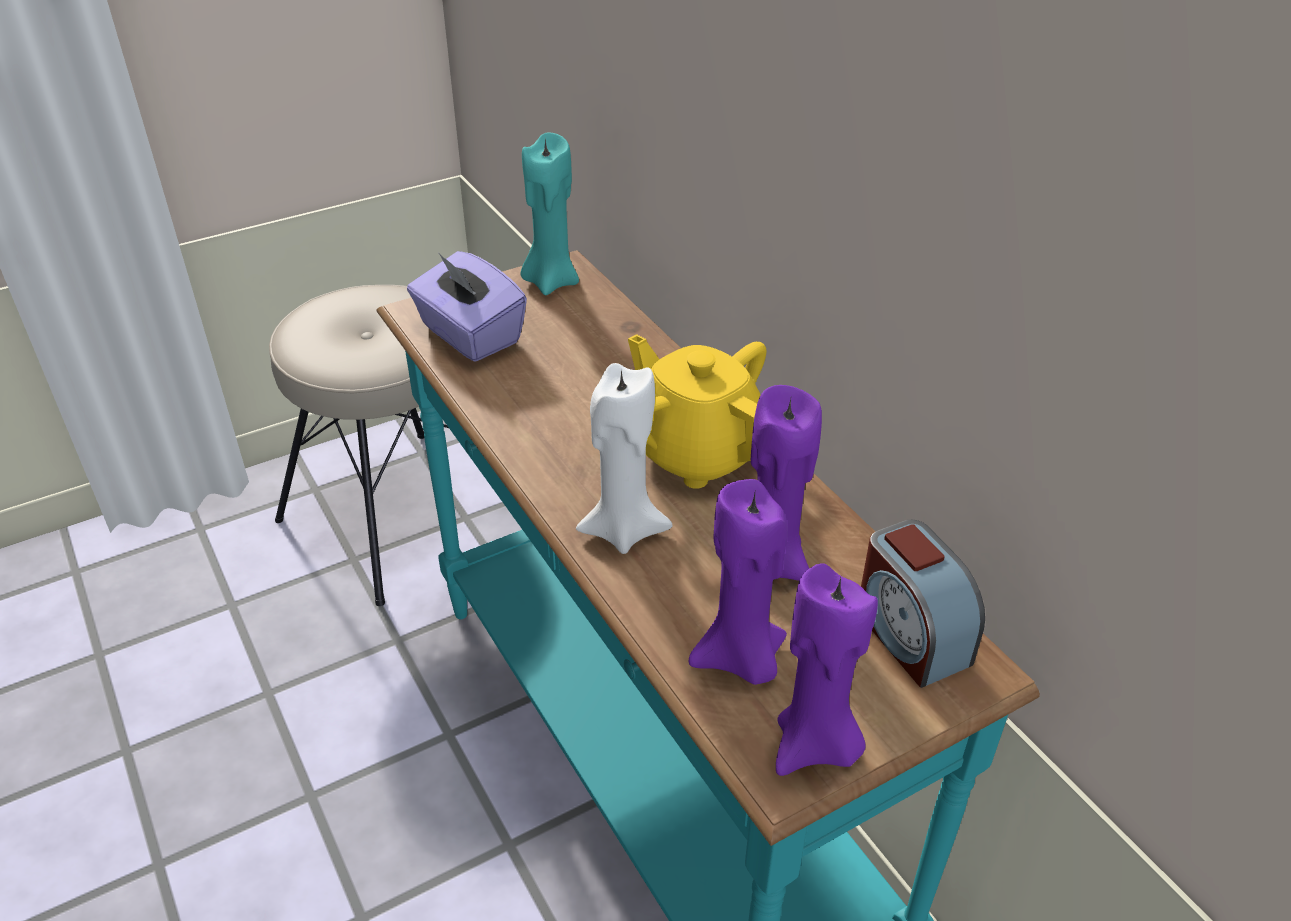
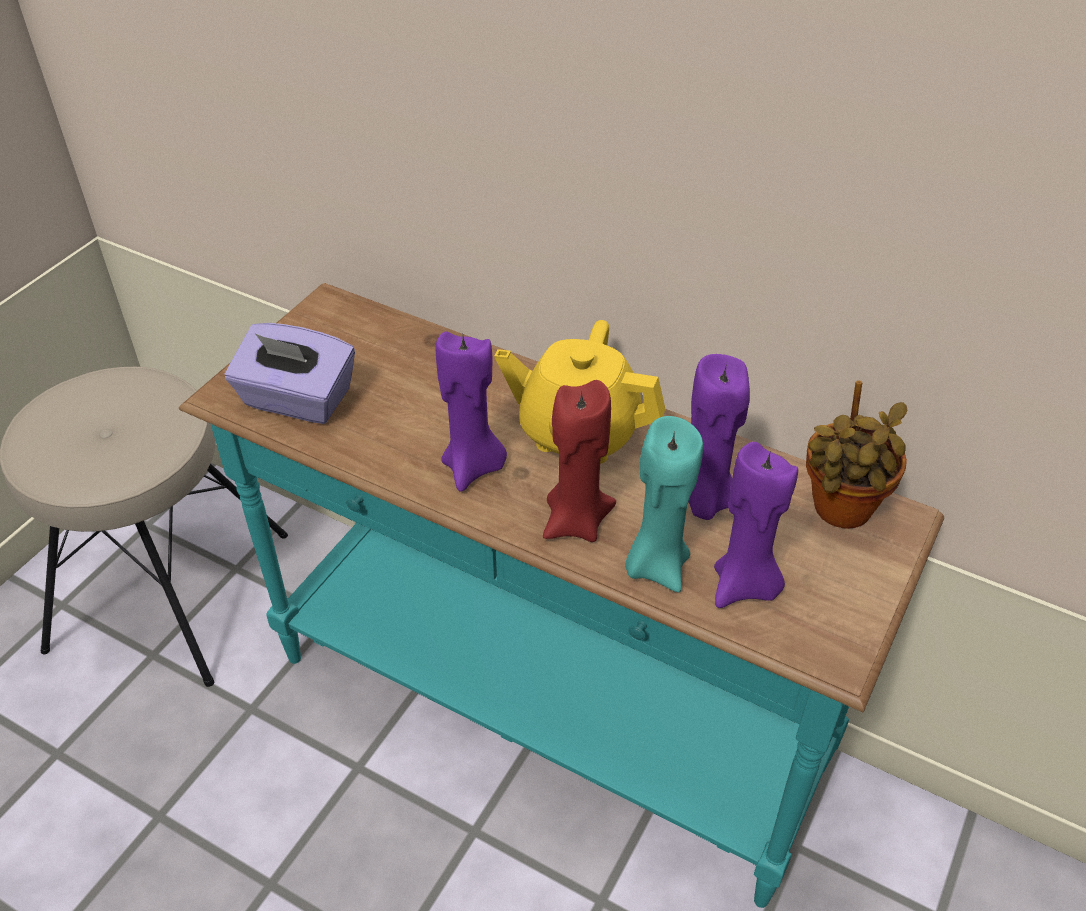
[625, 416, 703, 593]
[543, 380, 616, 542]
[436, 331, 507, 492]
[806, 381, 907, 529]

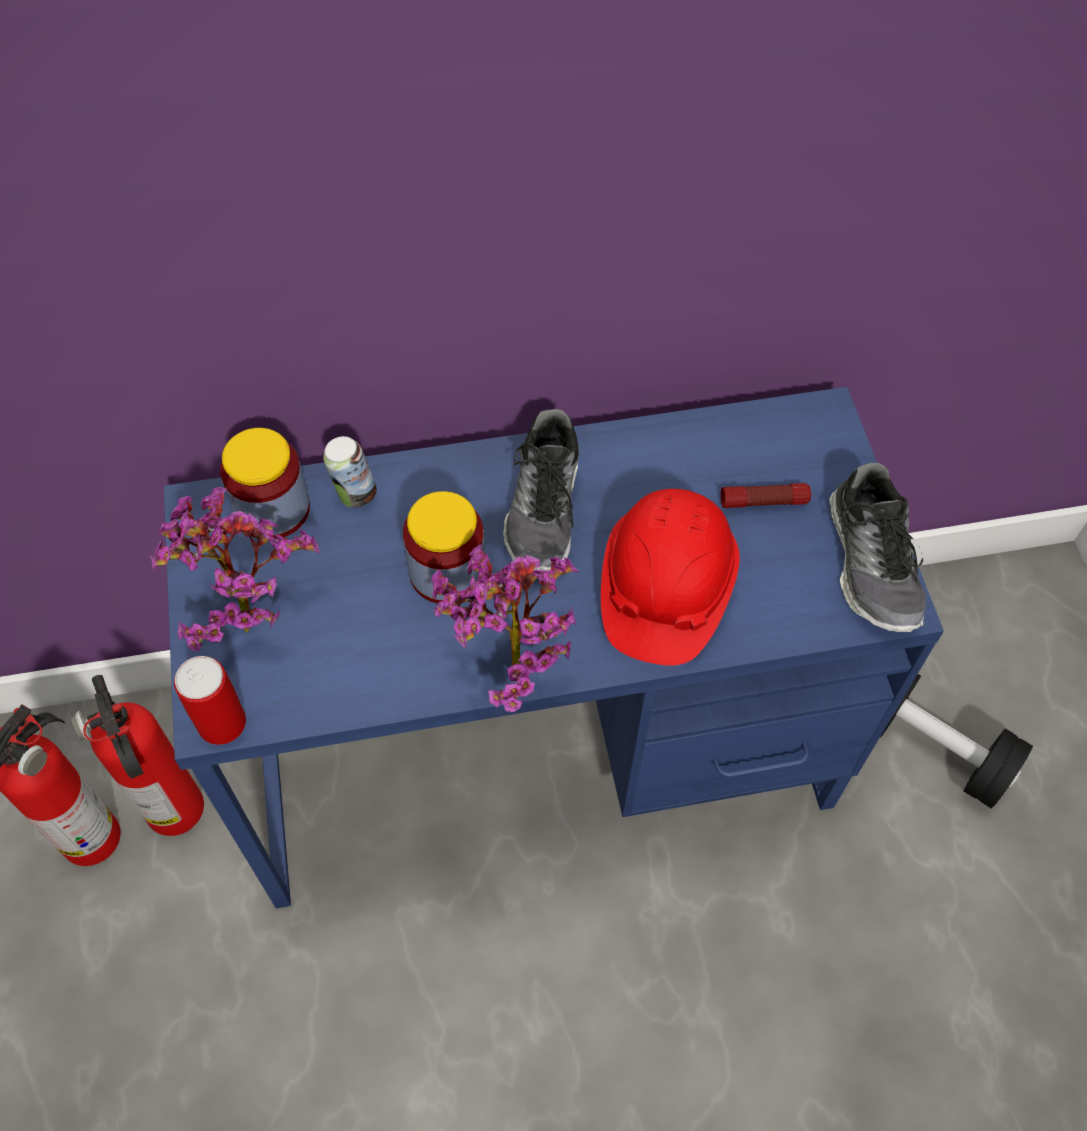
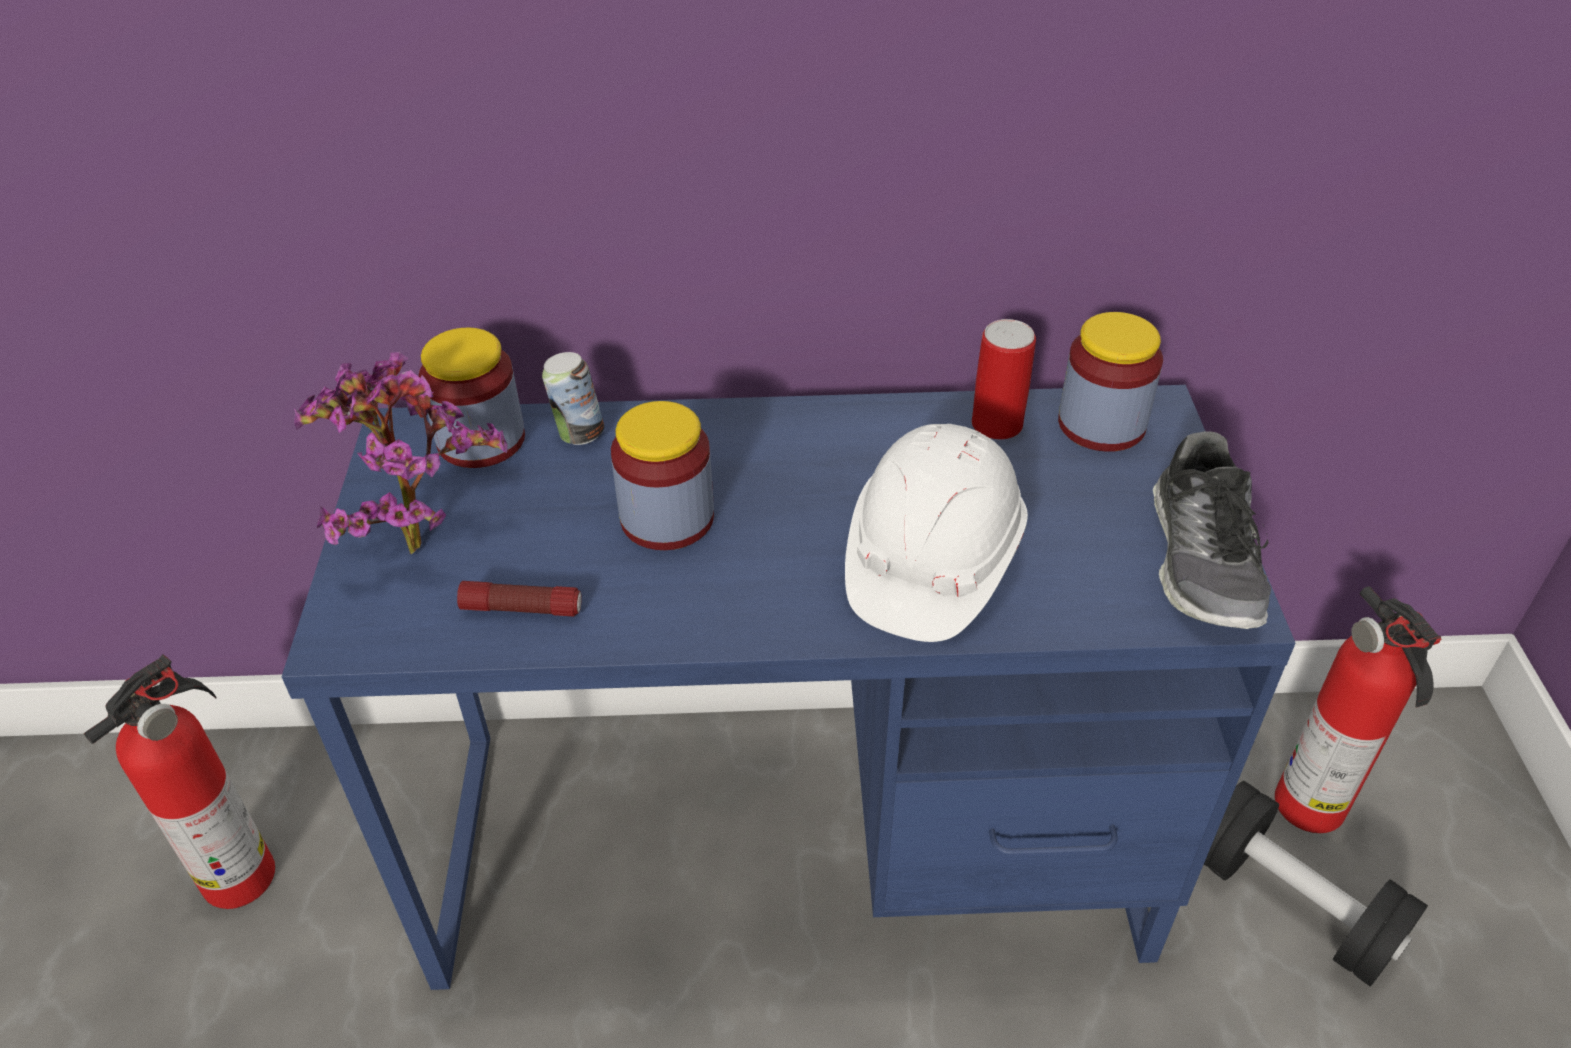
[1275, 586, 1441, 833]
[972, 319, 1036, 440]
[431, 544, 579, 712] (first image)
[503, 409, 579, 571] (first image)
[845, 424, 1028, 642]
[457, 581, 582, 617]
[1058, 312, 1163, 452]

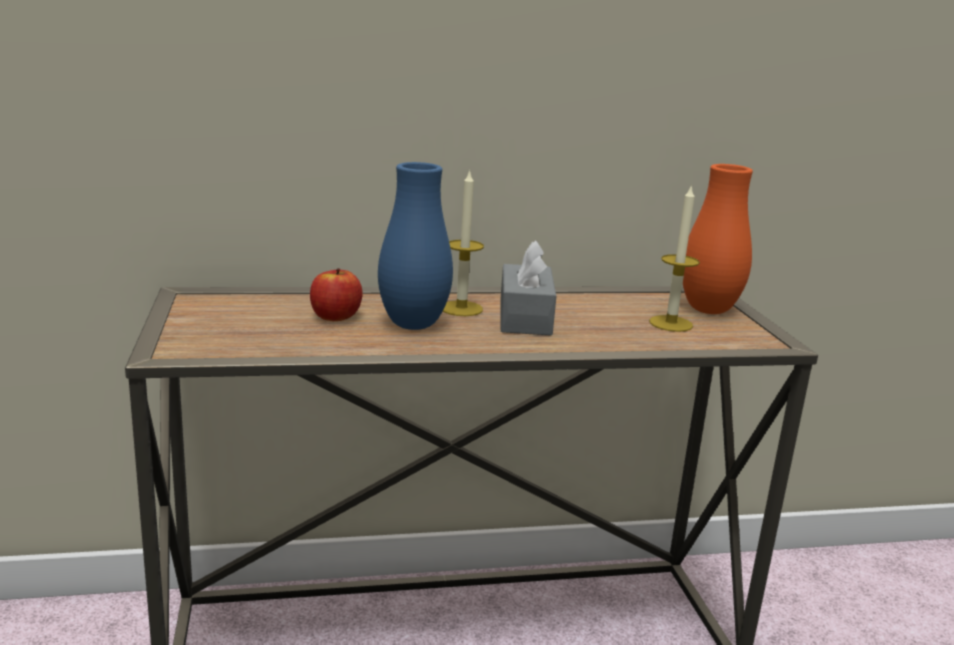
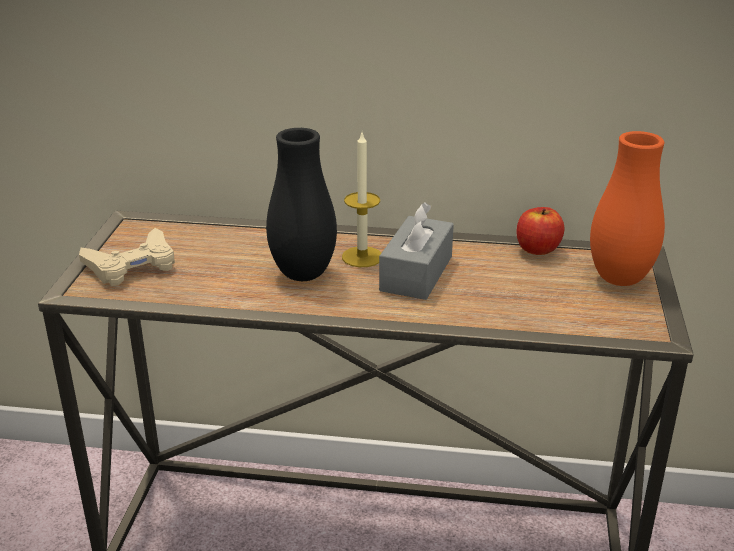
[517, 207, 564, 255]
[266, 128, 337, 281]
[649, 184, 700, 332] (first image)
[79, 228, 175, 286]

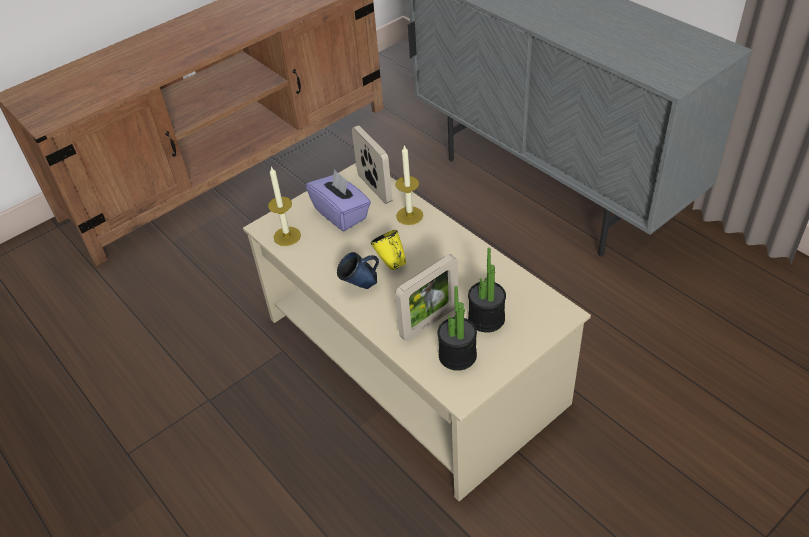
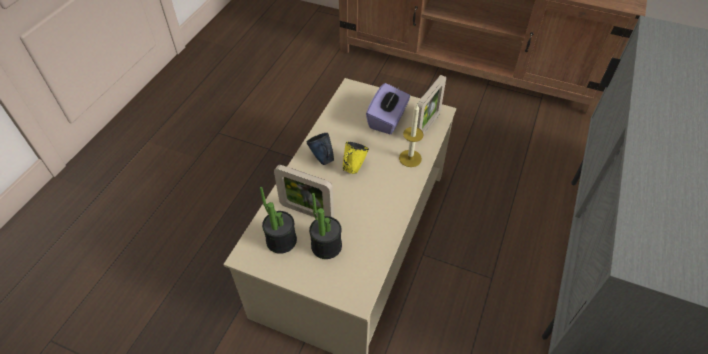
[268, 166, 301, 246] (first image)

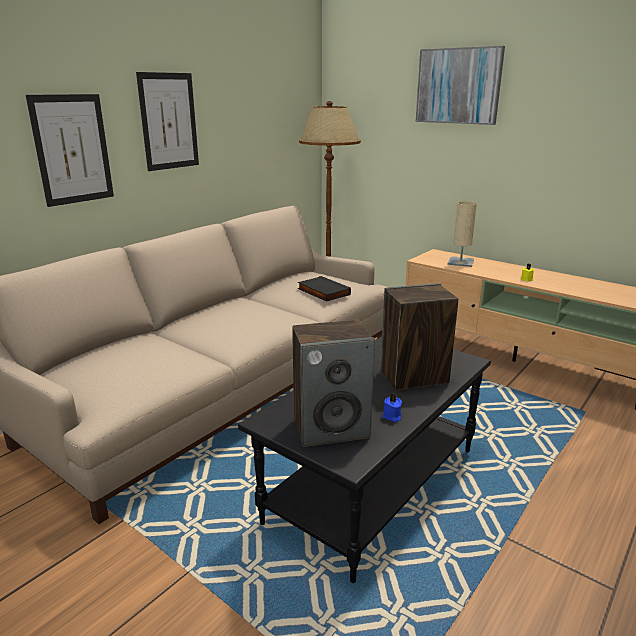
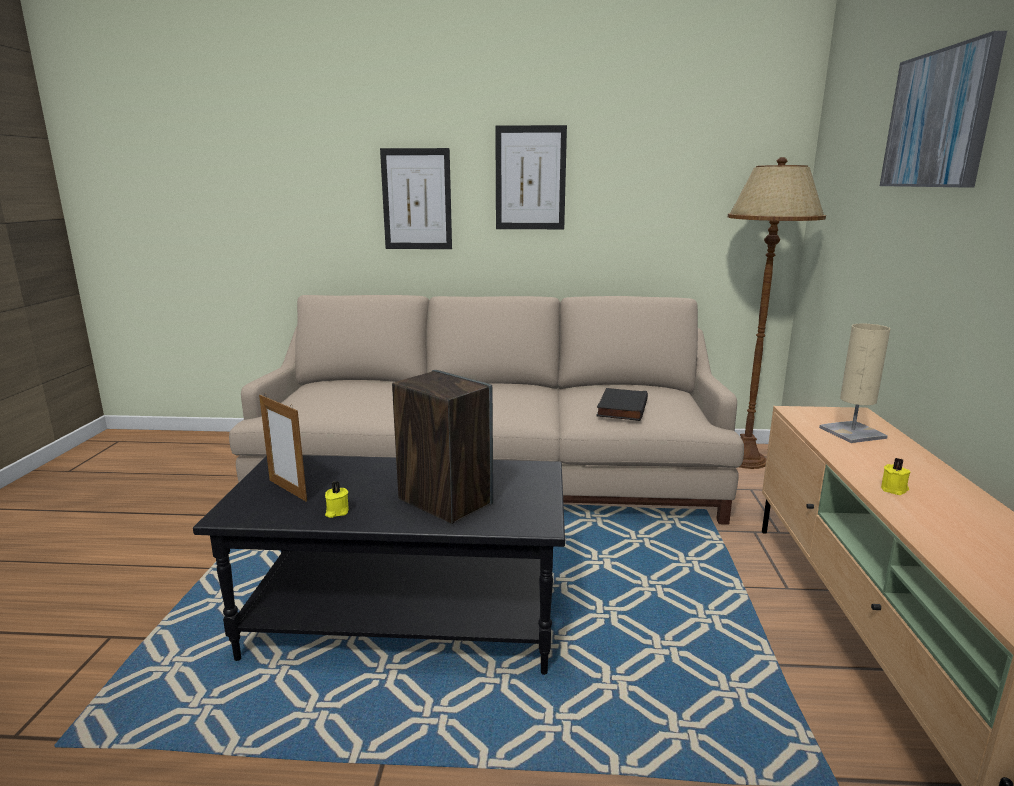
[259, 394, 307, 502]
[325, 481, 349, 518]

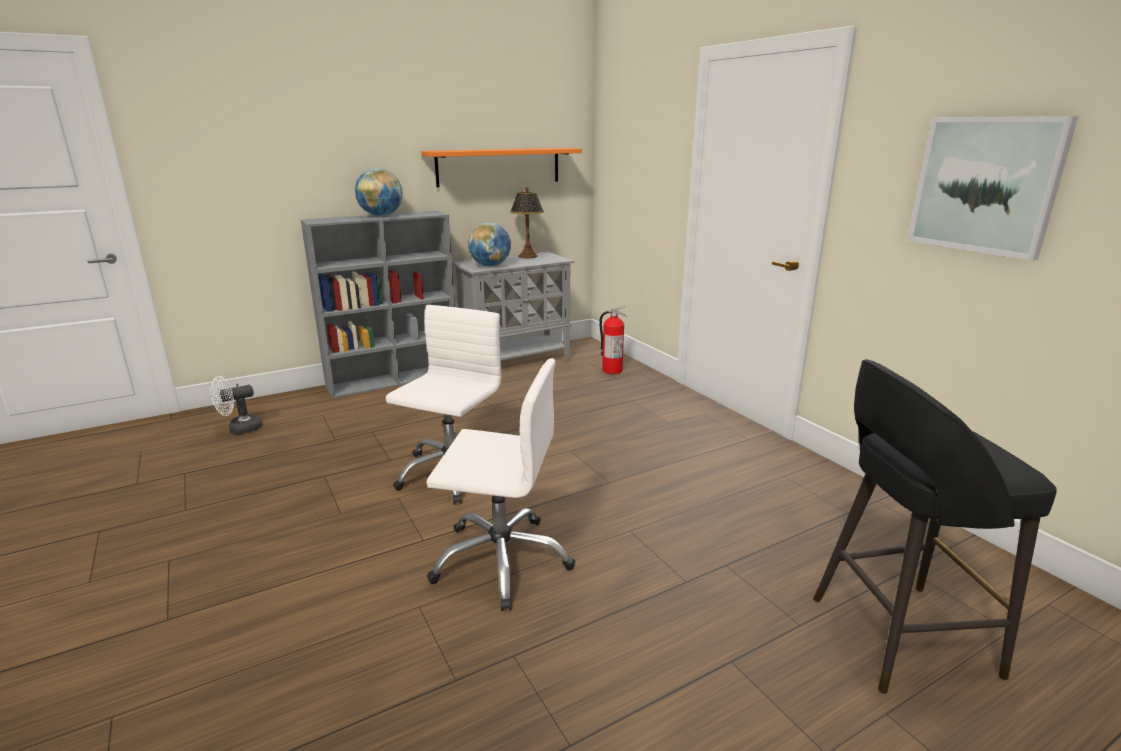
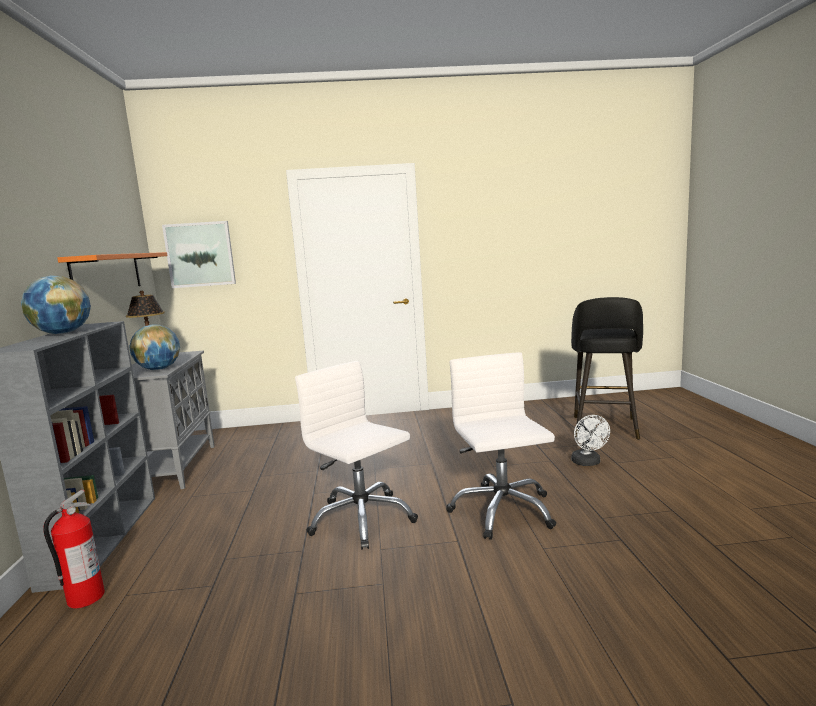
[571, 415, 610, 466]
[446, 352, 556, 540]
[43, 490, 105, 609]
[162, 221, 236, 288]

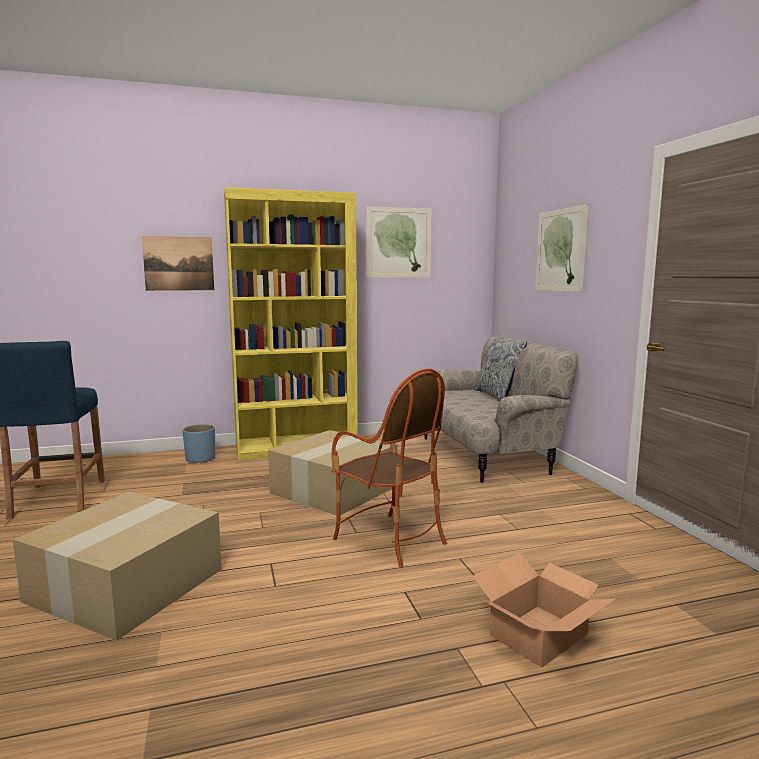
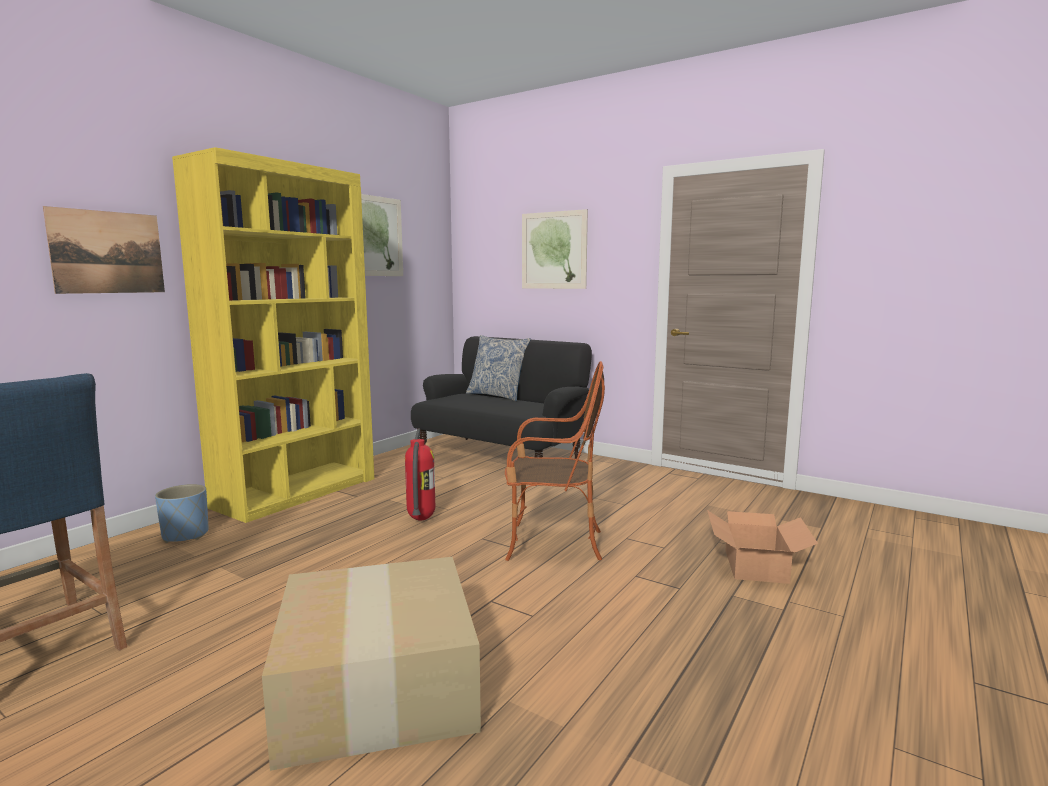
[405, 428, 435, 520]
[411, 336, 592, 459]

